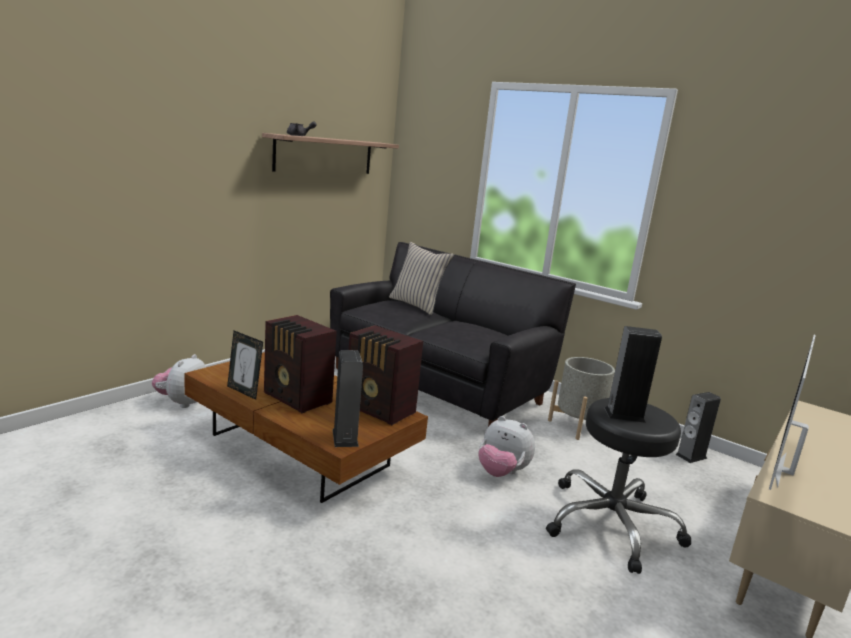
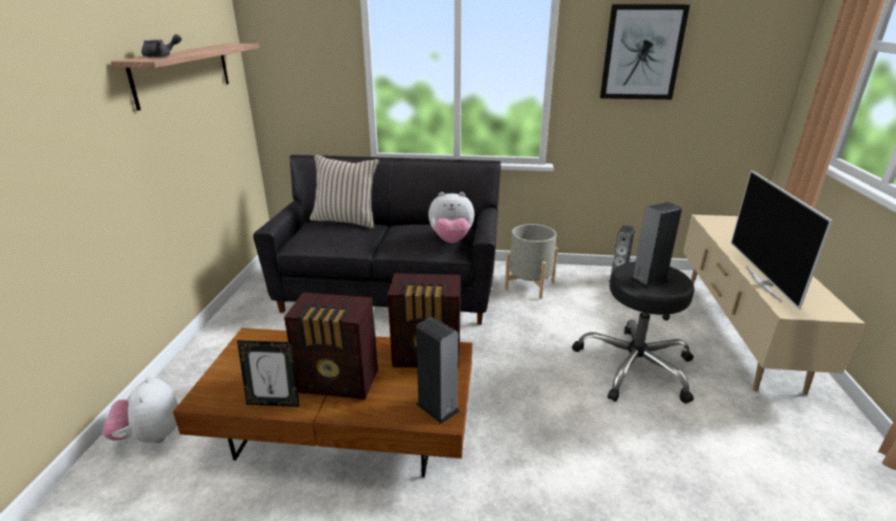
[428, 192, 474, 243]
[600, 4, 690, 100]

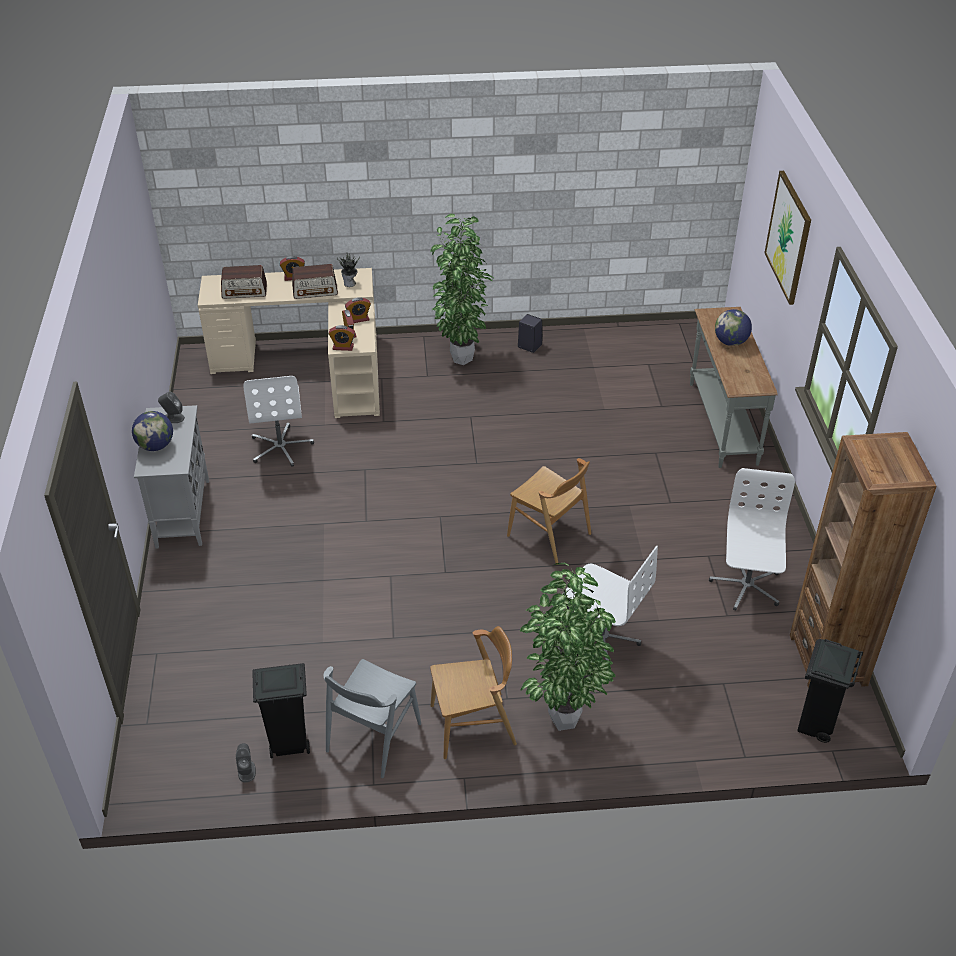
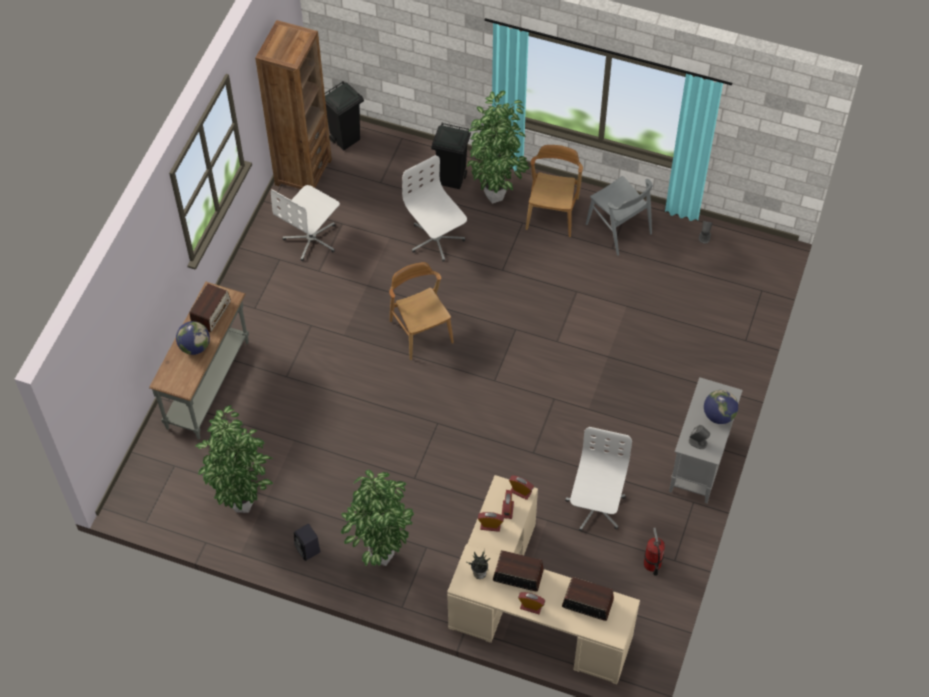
[431, 123, 471, 189]
[586, 176, 653, 256]
[526, 145, 583, 237]
[765, 171, 811, 305] (first image)
[190, 283, 231, 332]
[196, 405, 273, 513]
[644, 527, 665, 576]

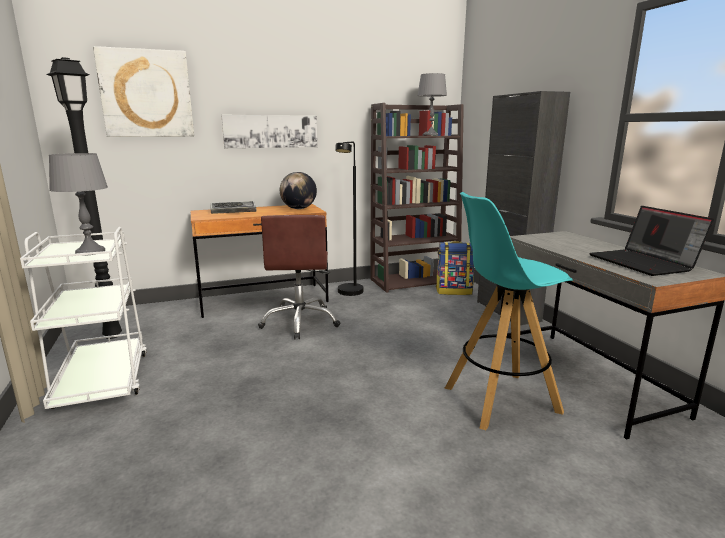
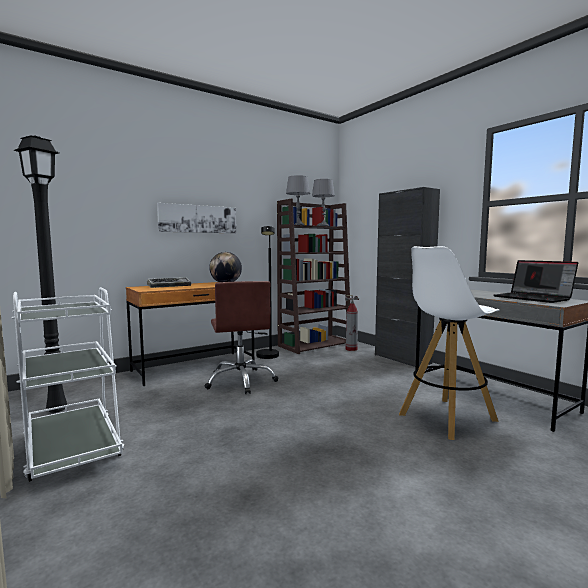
[286, 175, 310, 225]
[93, 46, 194, 137] (first image)
[345, 295, 359, 351]
[399, 246, 499, 440]

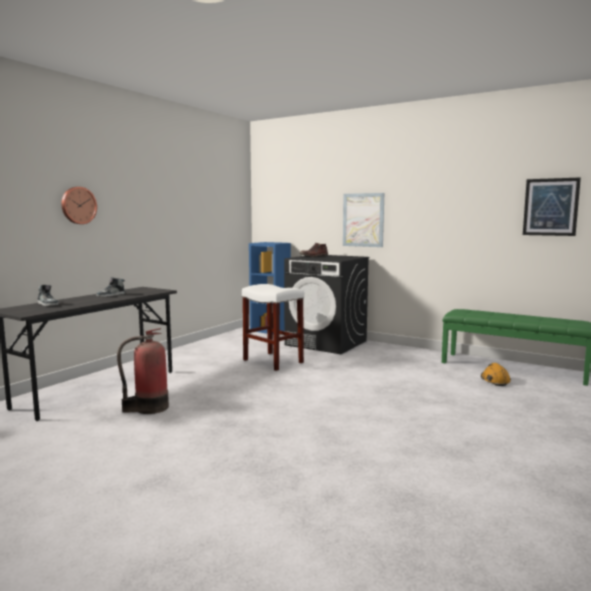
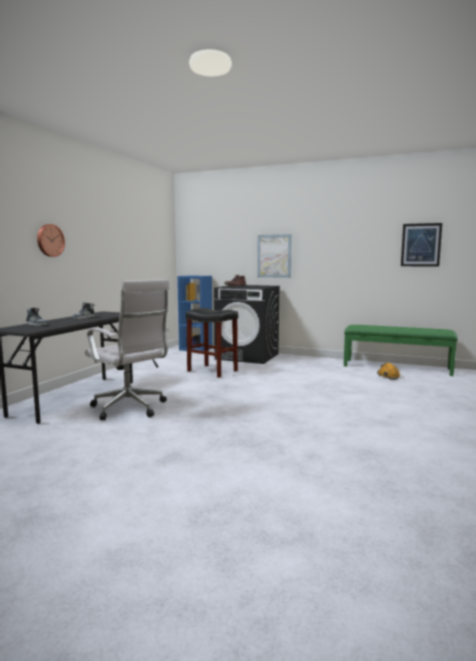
[85, 279, 170, 420]
[186, 308, 238, 378]

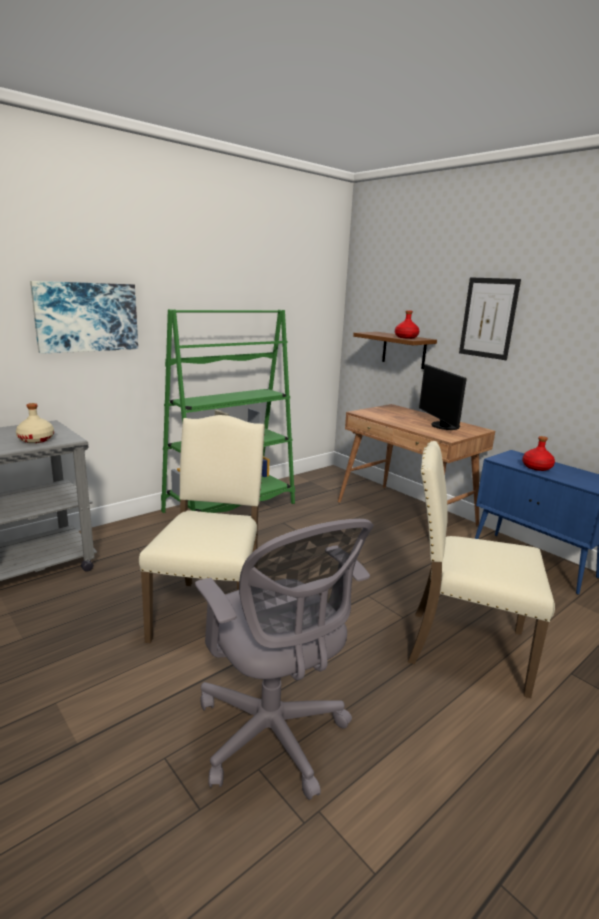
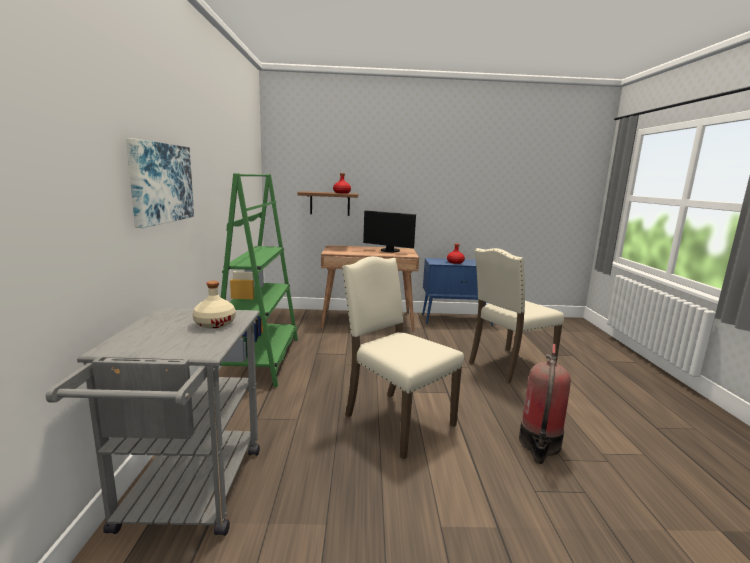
[519, 344, 571, 464]
[459, 277, 521, 360] (first image)

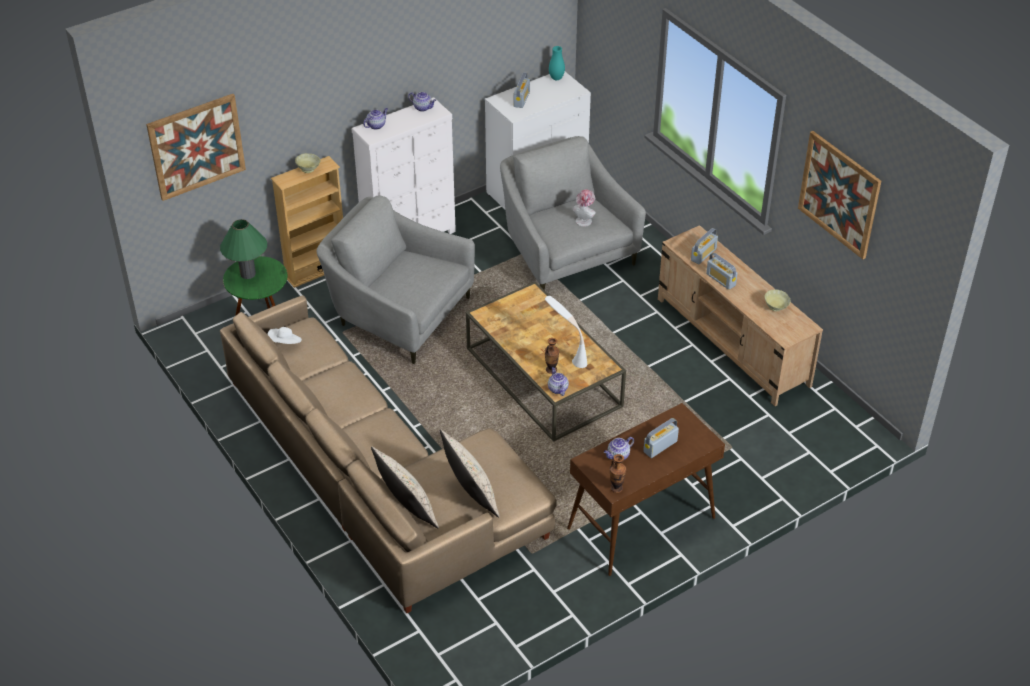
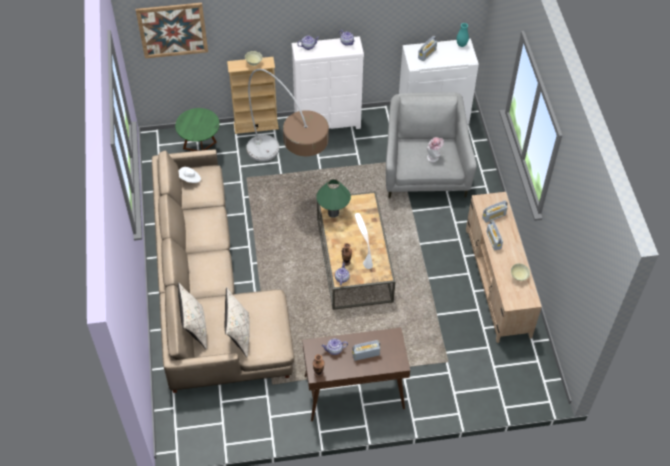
[316, 179, 351, 218]
[246, 69, 329, 162]
[798, 131, 882, 259] (first image)

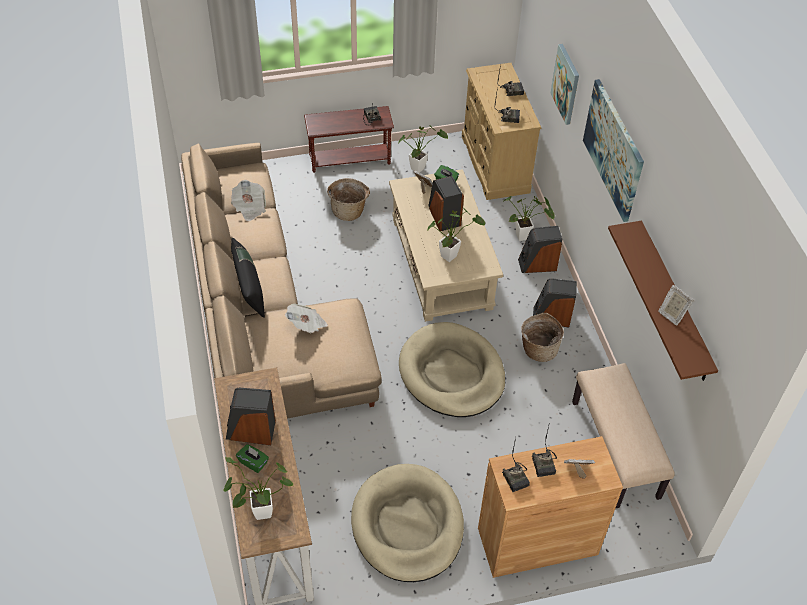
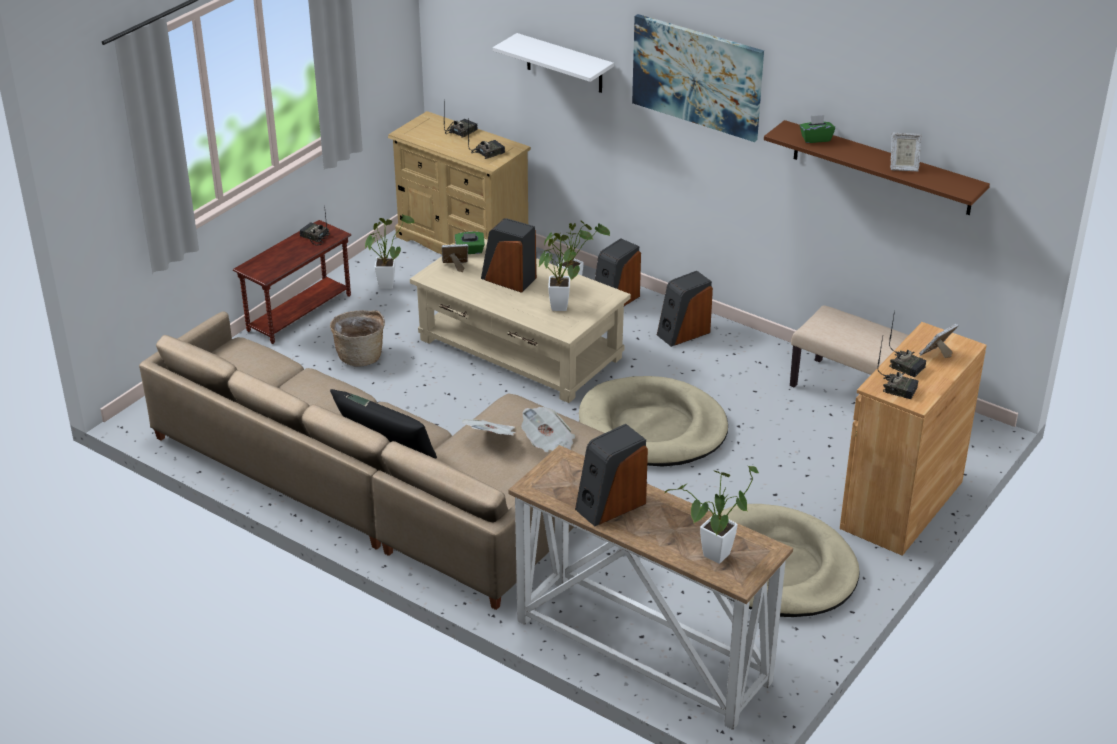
[521, 407, 575, 452]
[800, 115, 835, 143]
[521, 313, 564, 362] (first image)
[493, 33, 614, 93]

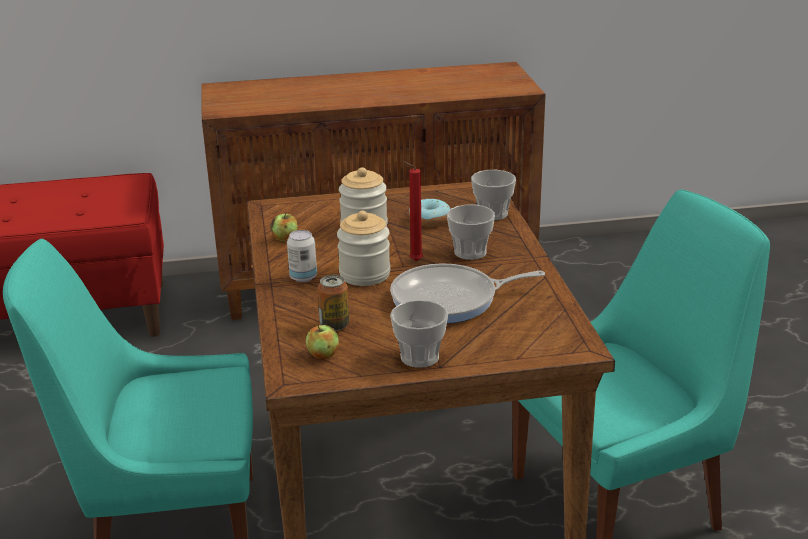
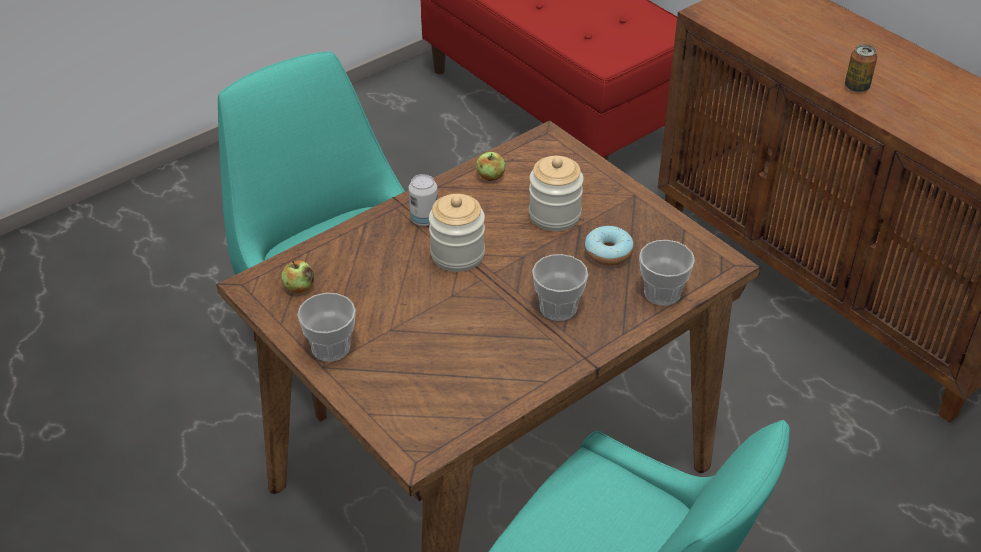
[845, 44, 877, 92]
[390, 264, 545, 323] (first image)
[403, 161, 423, 261] (first image)

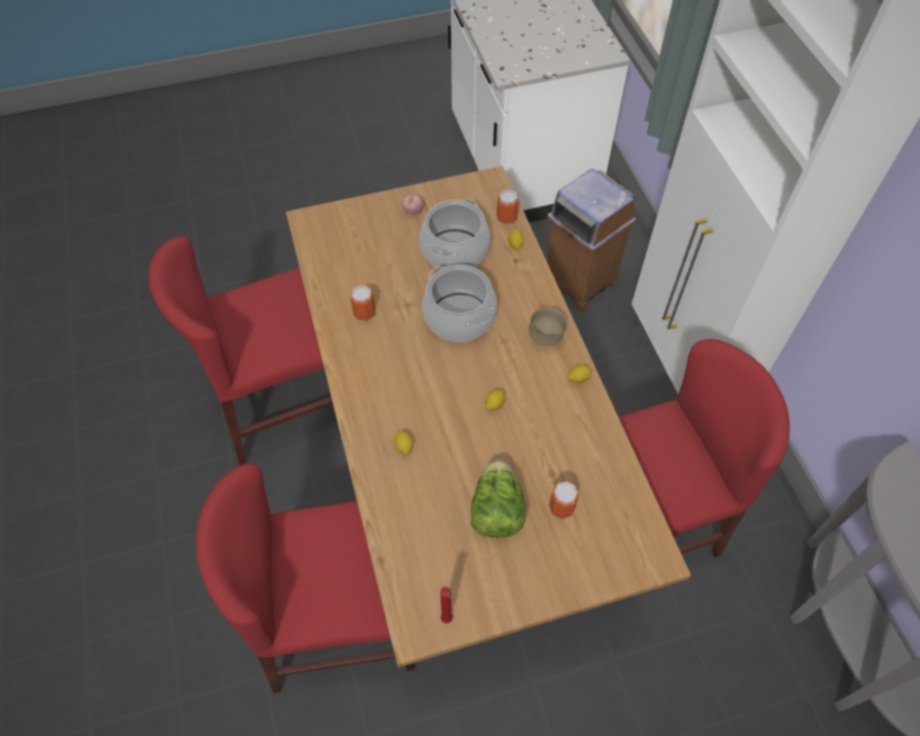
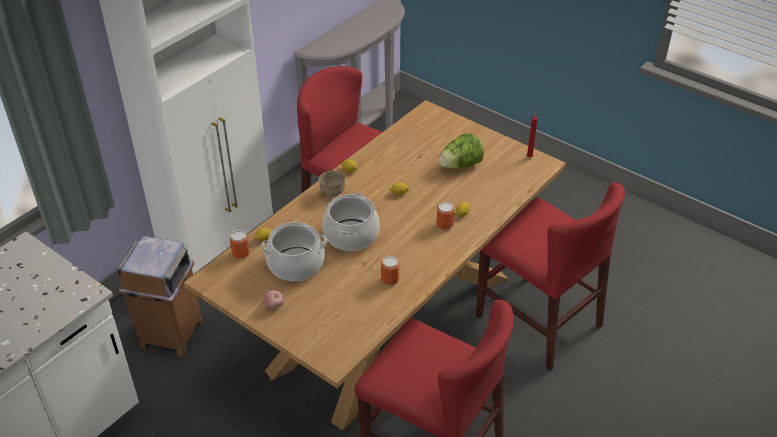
[436, 202, 454, 230]

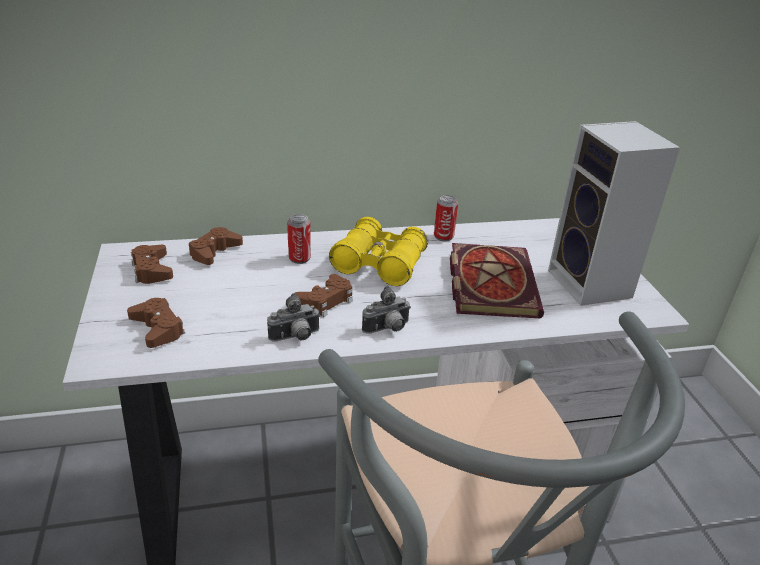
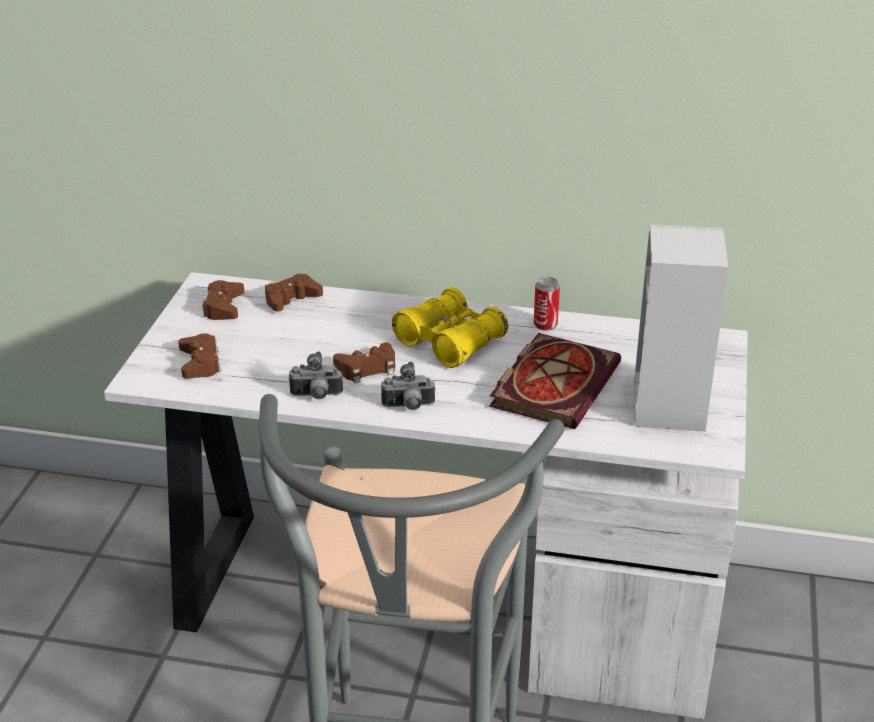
[287, 214, 311, 264] (first image)

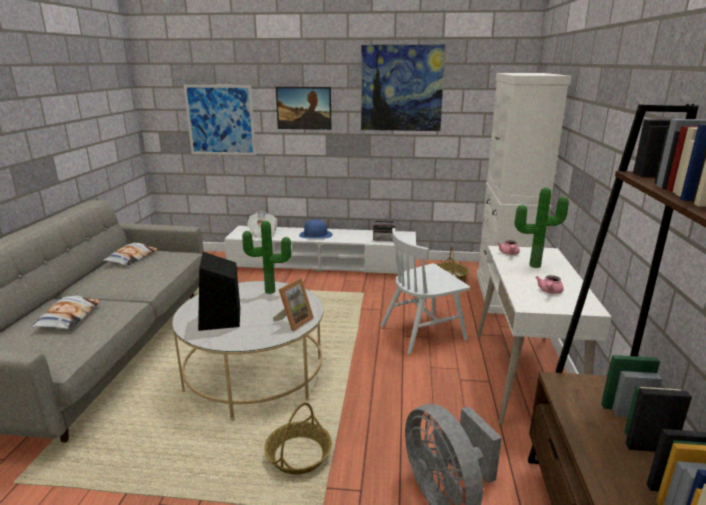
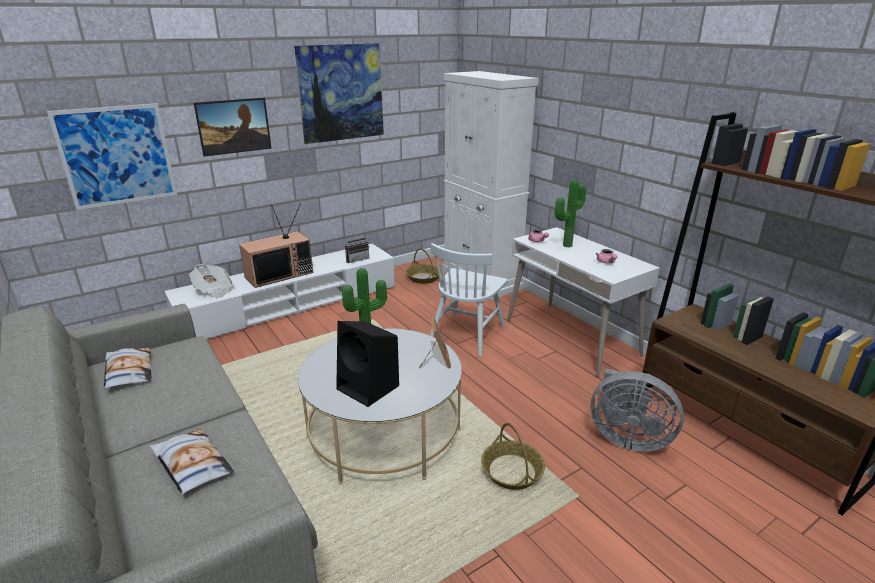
[239, 205, 313, 288]

